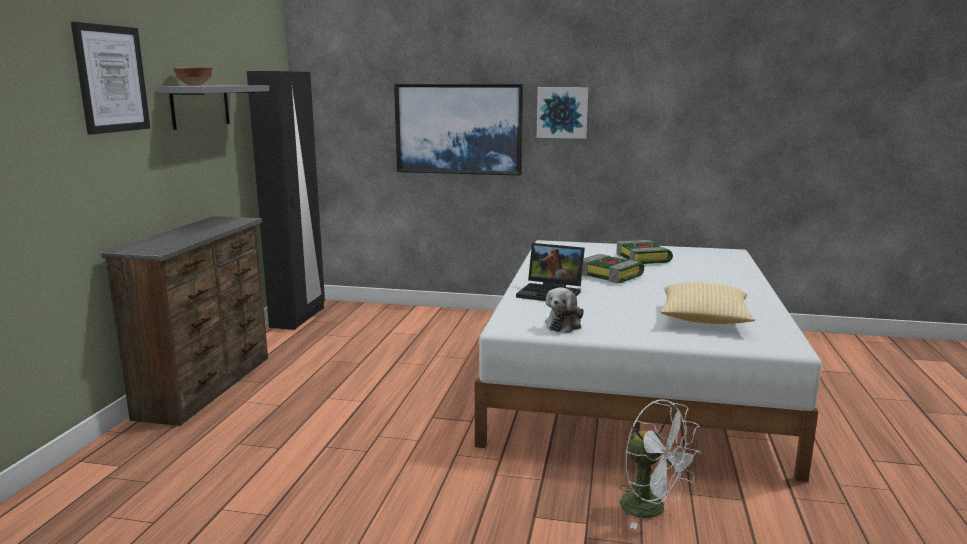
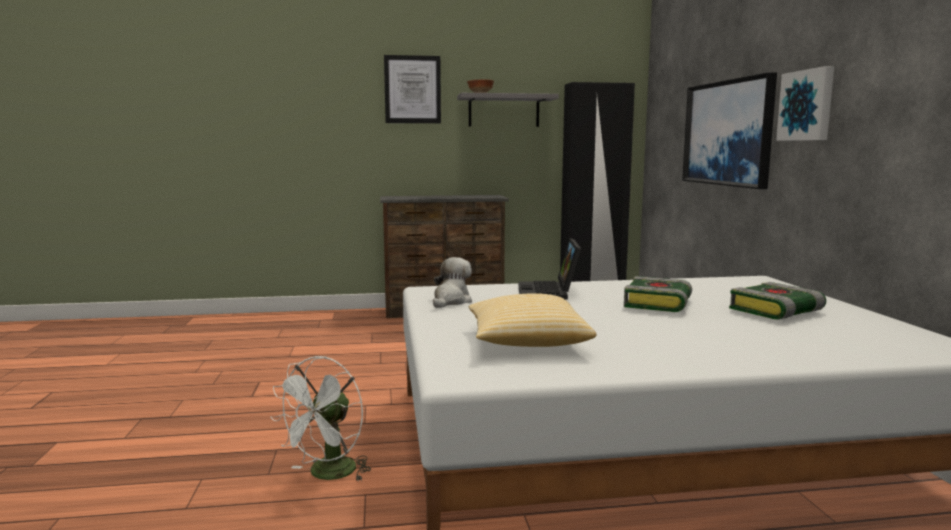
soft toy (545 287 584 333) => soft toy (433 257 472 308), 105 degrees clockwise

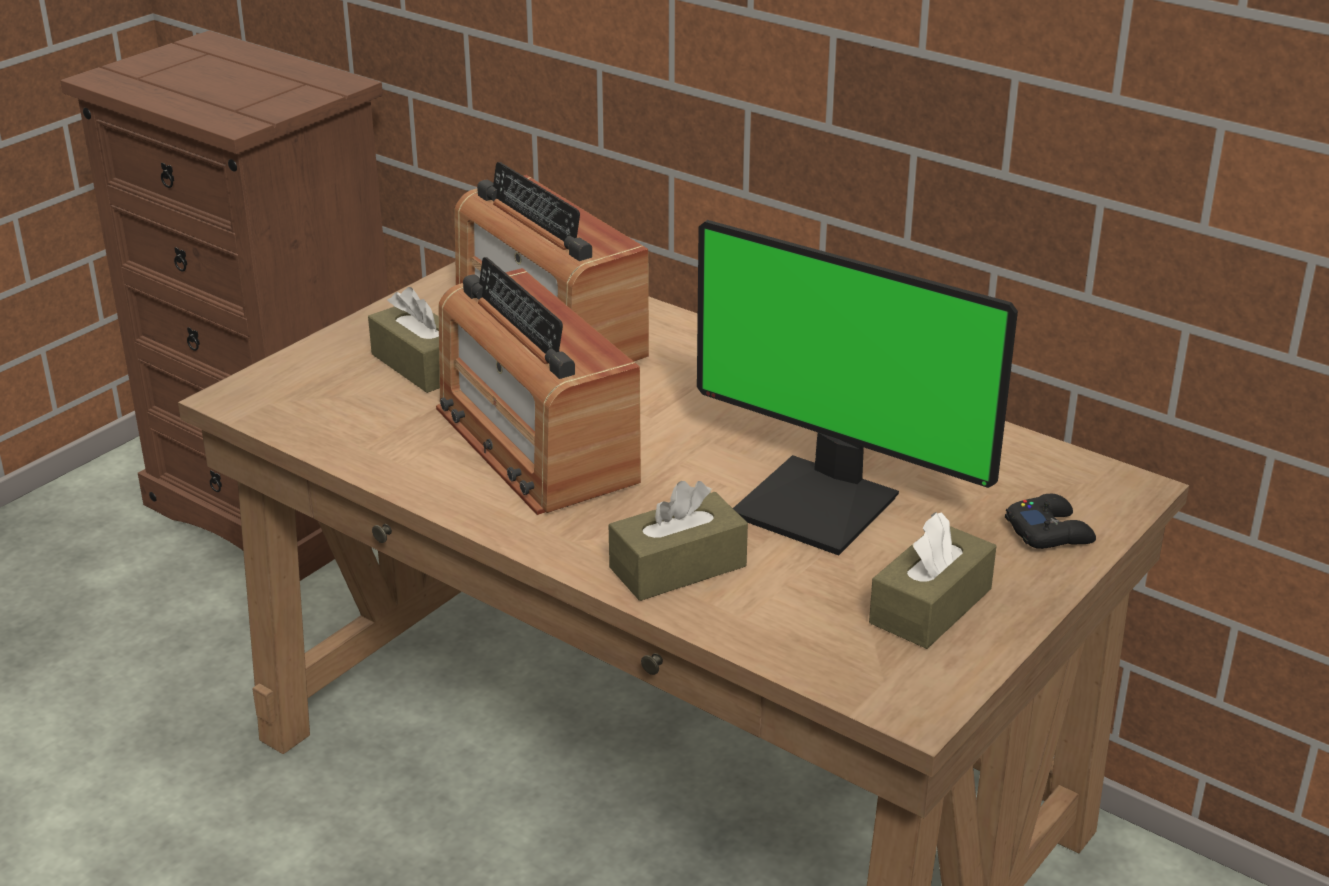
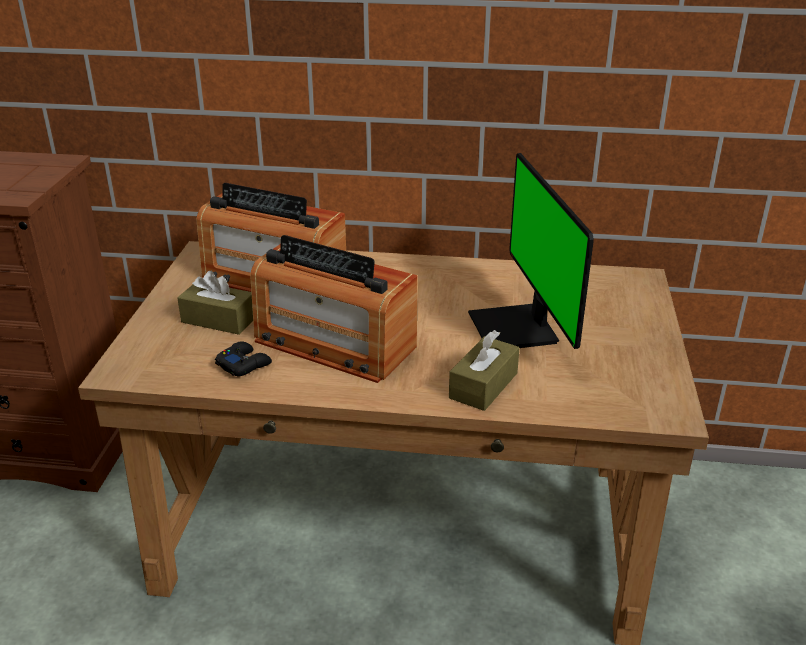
computer screen (697 220 1018 556) => computer screen (468 153 594 349), 75 degrees clockwise
game controller (blackish) (1005 494 1096 549) => game controller (blackish) (215 341 272 376), shifted
tissue holder (brownish) (869 512 996 649) => nothing

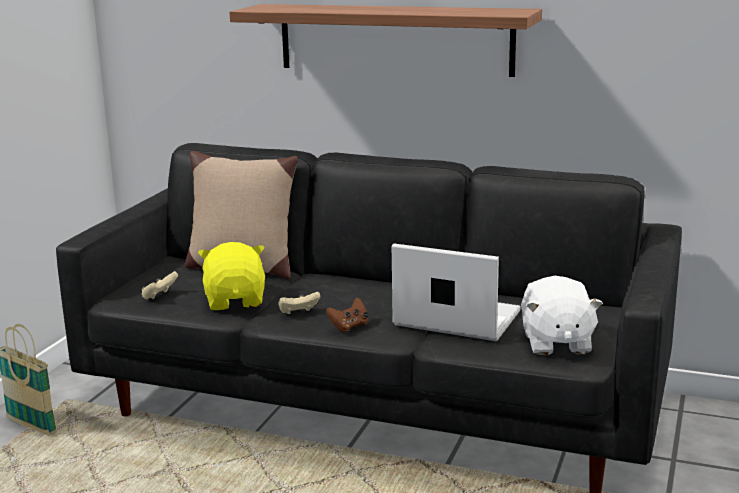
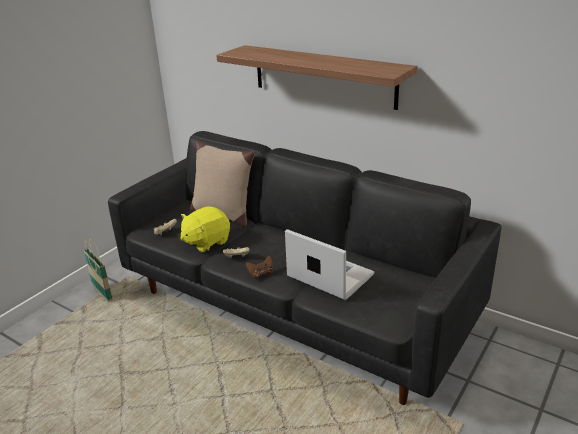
soft toy (yellowish) (198 242 265 310) => soft toy (yellowish) (180 207 230 253), 135 degrees counterclockwise
soft toy (whitish) (521 276 603 355) => nothing

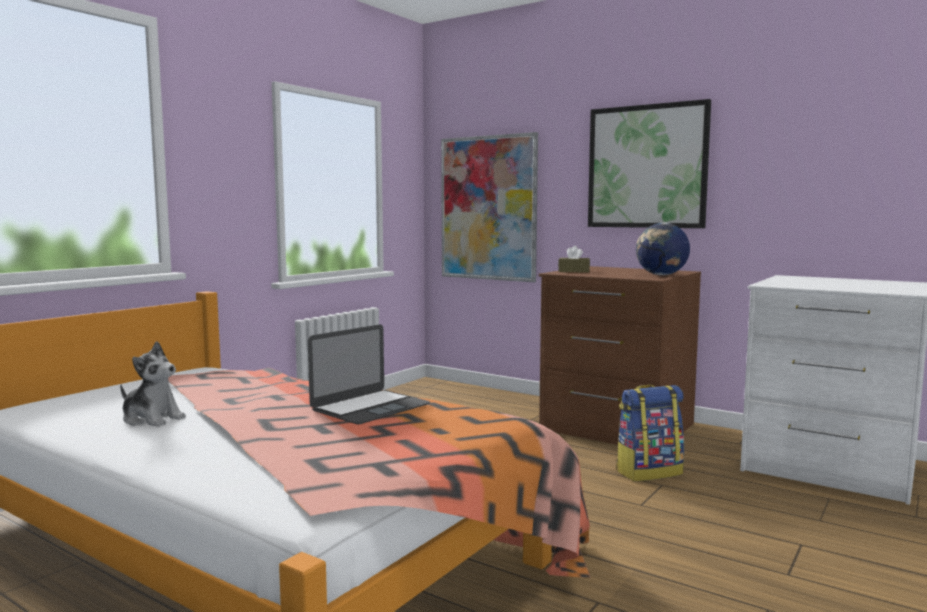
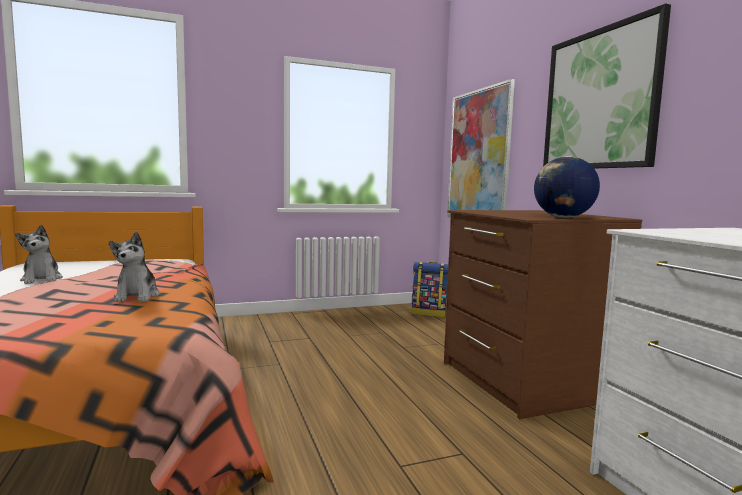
tissue holder (brownish) (558 246 590 273) => nothing
portable computer (308 324 430 424) => soft toy (109 232 160 302)
backpack (616 385 684 481) => backpack (412 262 449 317), shifted

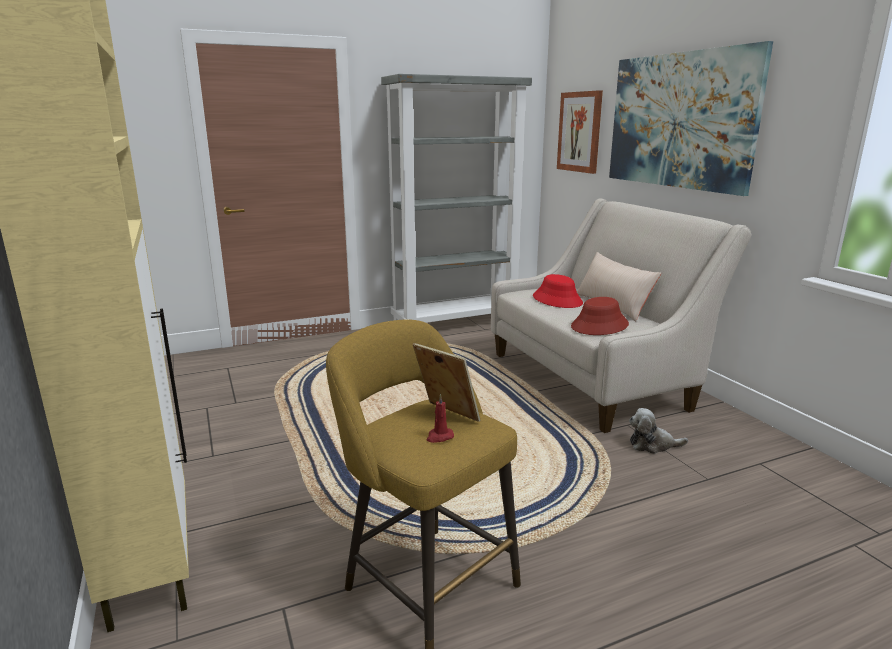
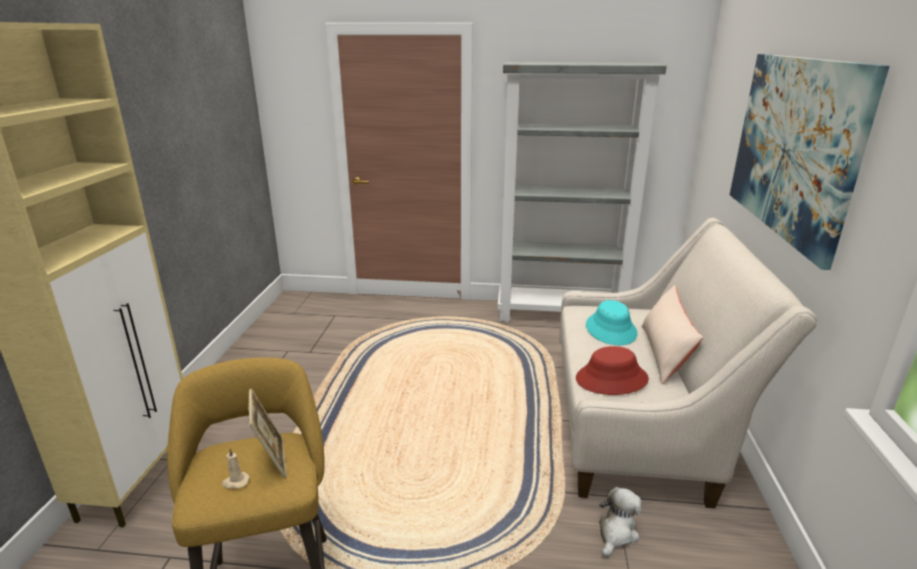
wall art (557 90 603 174) => nothing
wearable hat (red) (533 274 583 308) => wearable hat (turquoise) (586 300 638 345)
candle (red) (426 394 454 443) => candle (beige-coloured) (222 448 250 489)
soft toy (629 408 688 454) => soft toy (599 487 642 557), 90 degrees clockwise

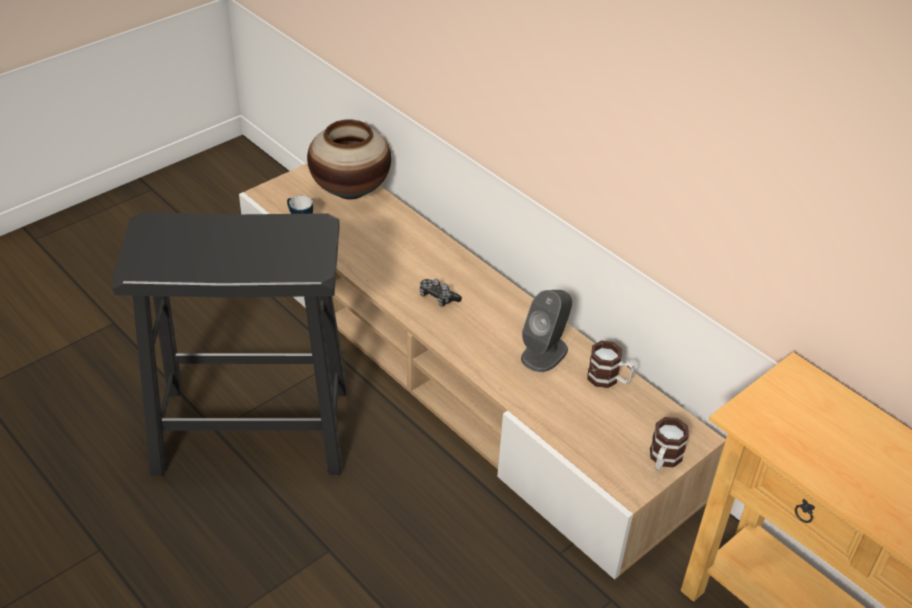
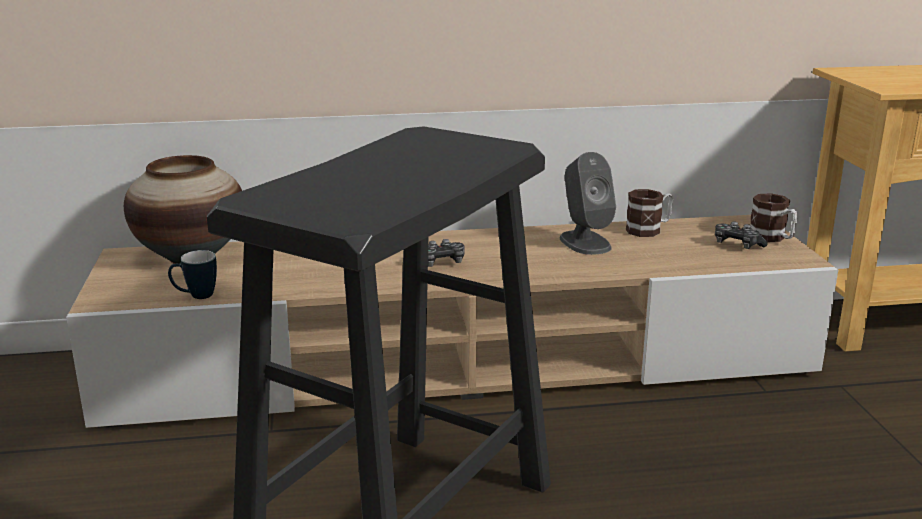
nothing => game controller (715 221 767 249)

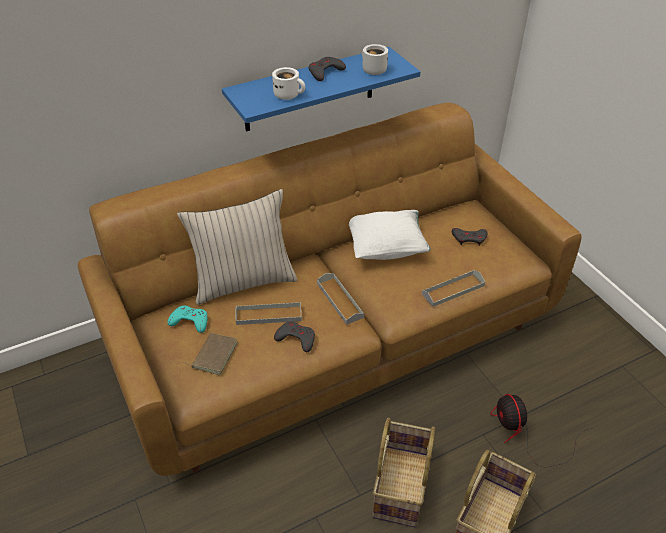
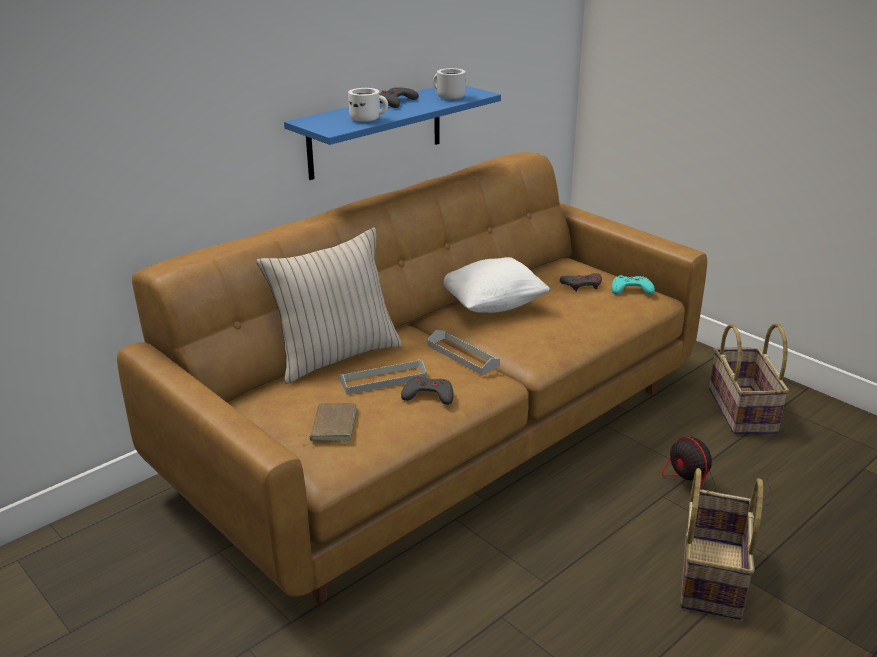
serving tray (gray) (422 270 485 307) => nothing
game controller (turquoise) (167 305 208 333) => game controller (turquoise) (611 275 655 295), shifted
basket (372 418 435 527) => basket (709 323 789 434), shifted

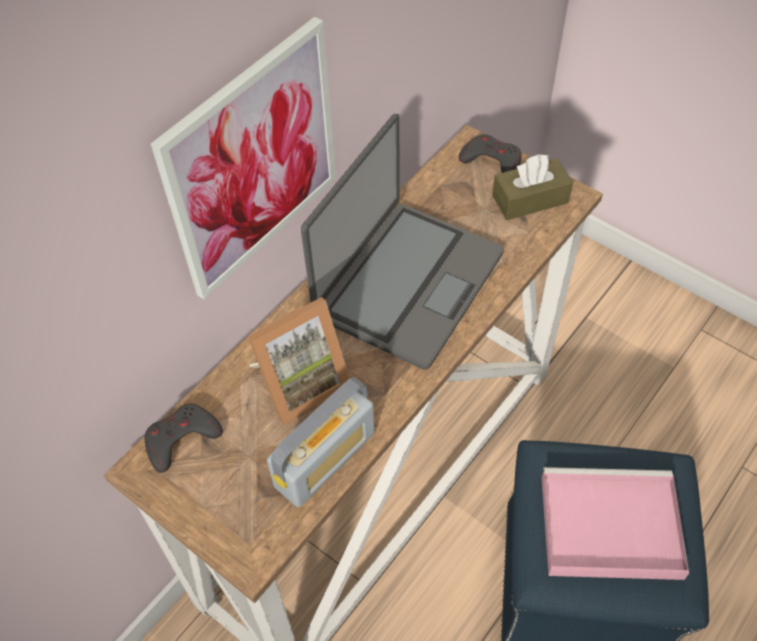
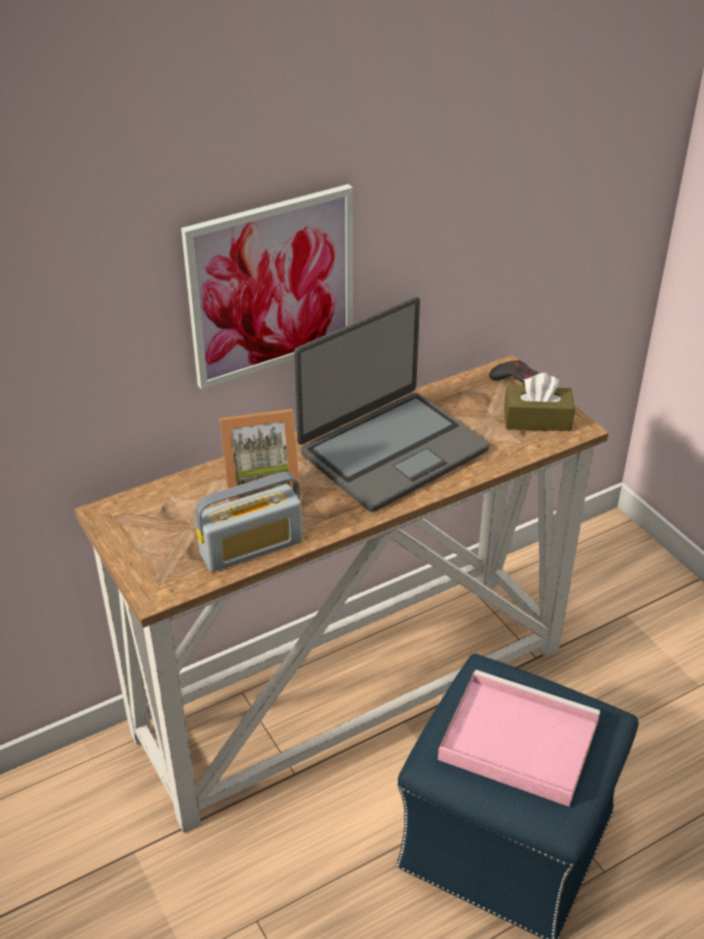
game controller (gray) (144 404 223 473) => nothing

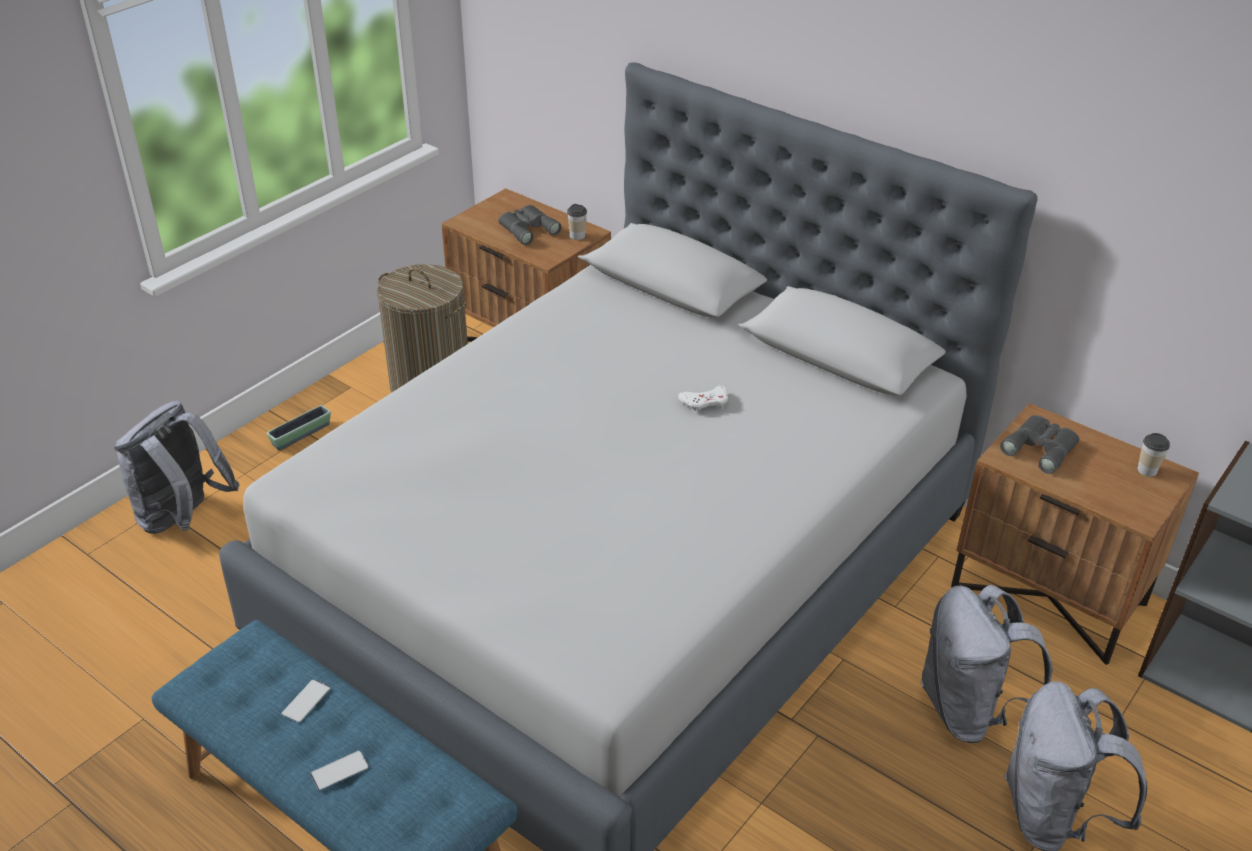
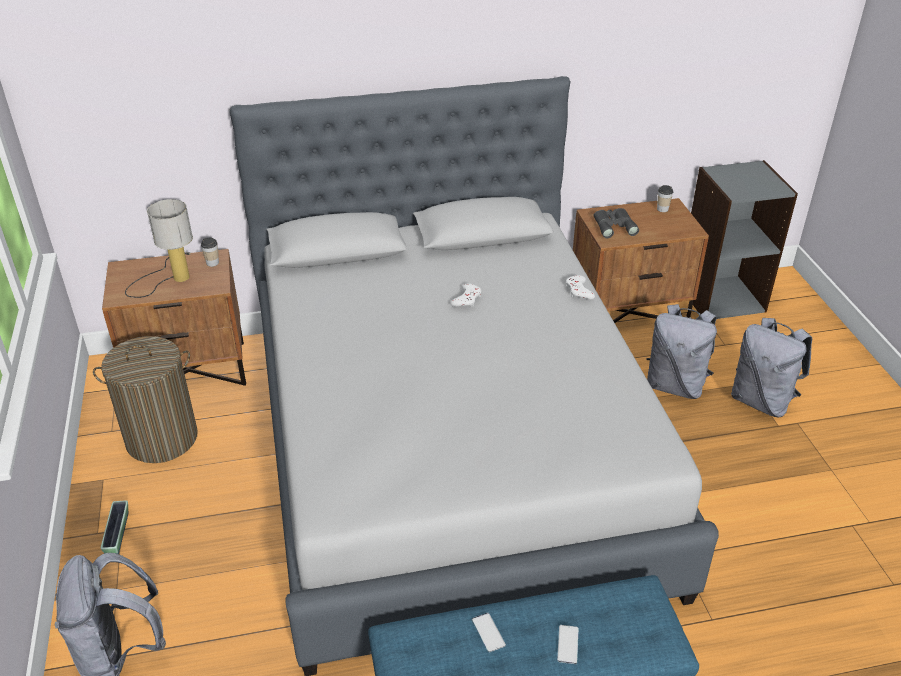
binoculars (gray) (499 205 562 245) => table lamp (125 199 193 298)
nothing => game controller (whitish) (566 275 595 299)

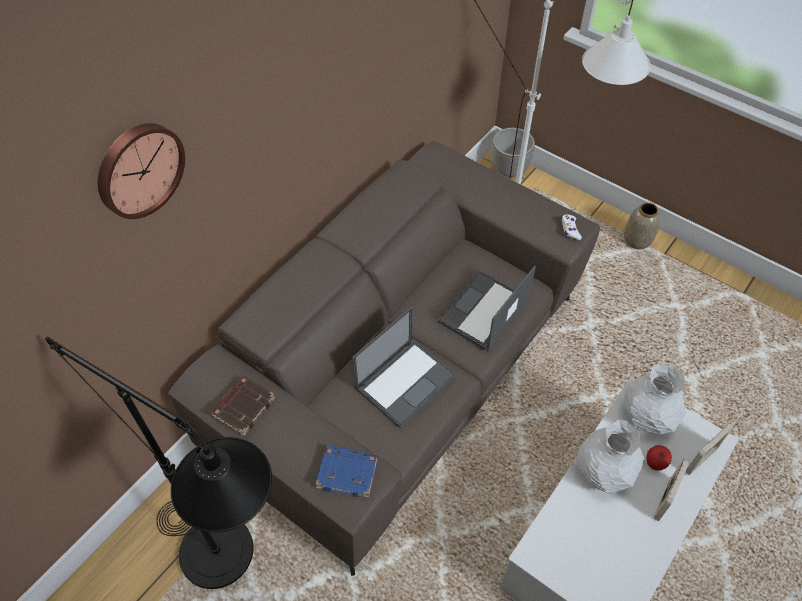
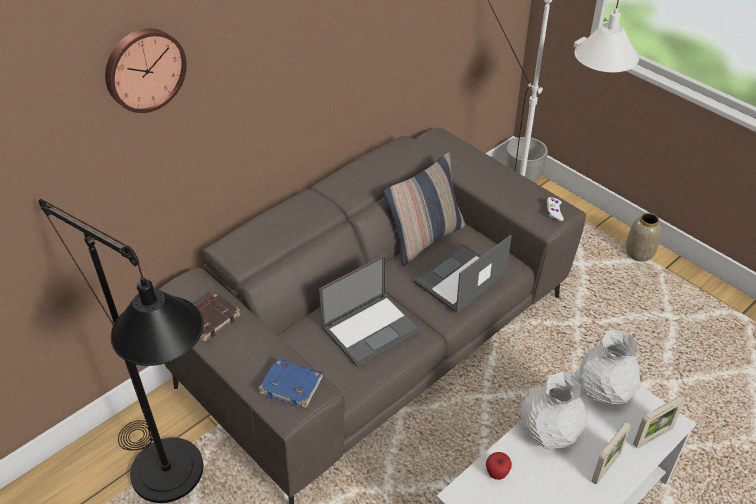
apple fruit (646 445 672 470) => apple fruit (486 452 512 480), shifted
nothing => cushion (384 152 465 266)

